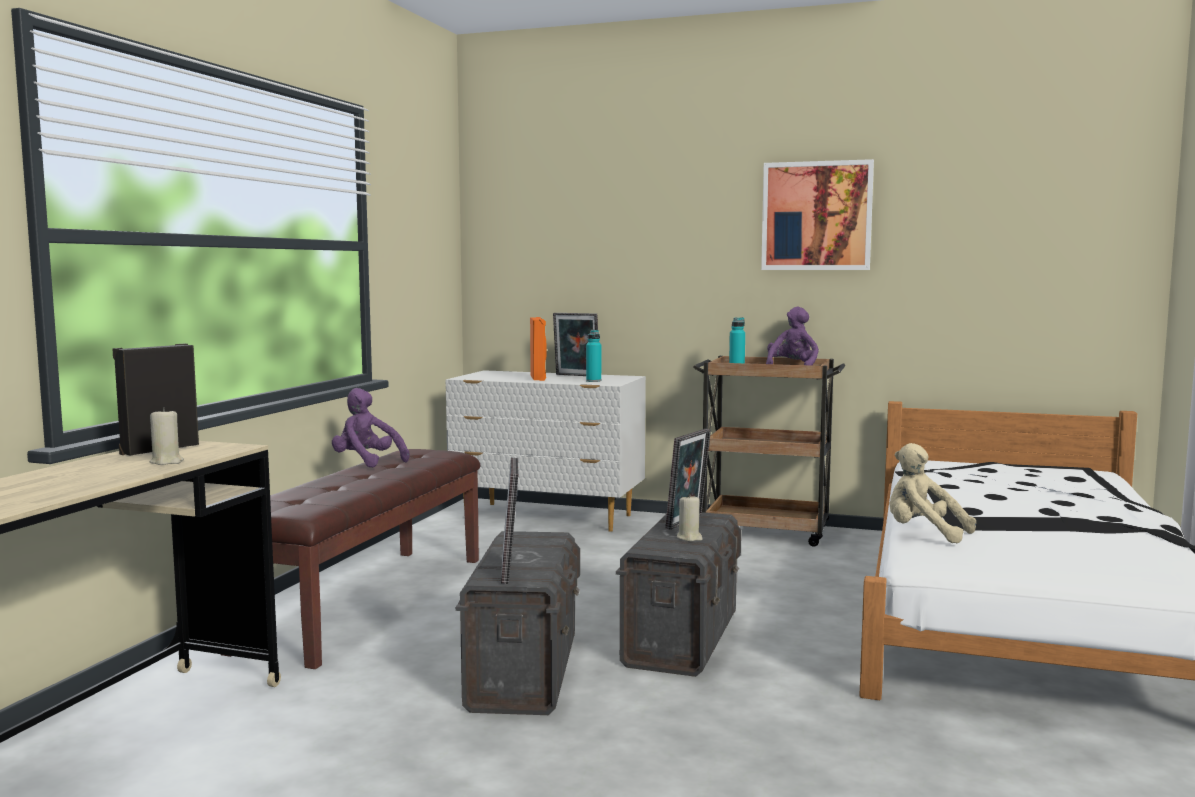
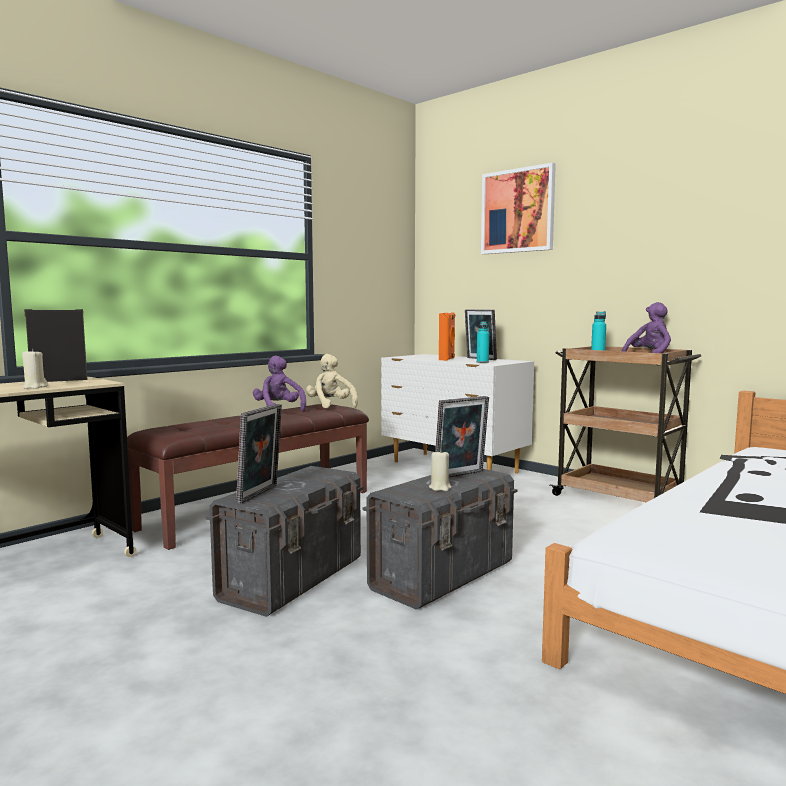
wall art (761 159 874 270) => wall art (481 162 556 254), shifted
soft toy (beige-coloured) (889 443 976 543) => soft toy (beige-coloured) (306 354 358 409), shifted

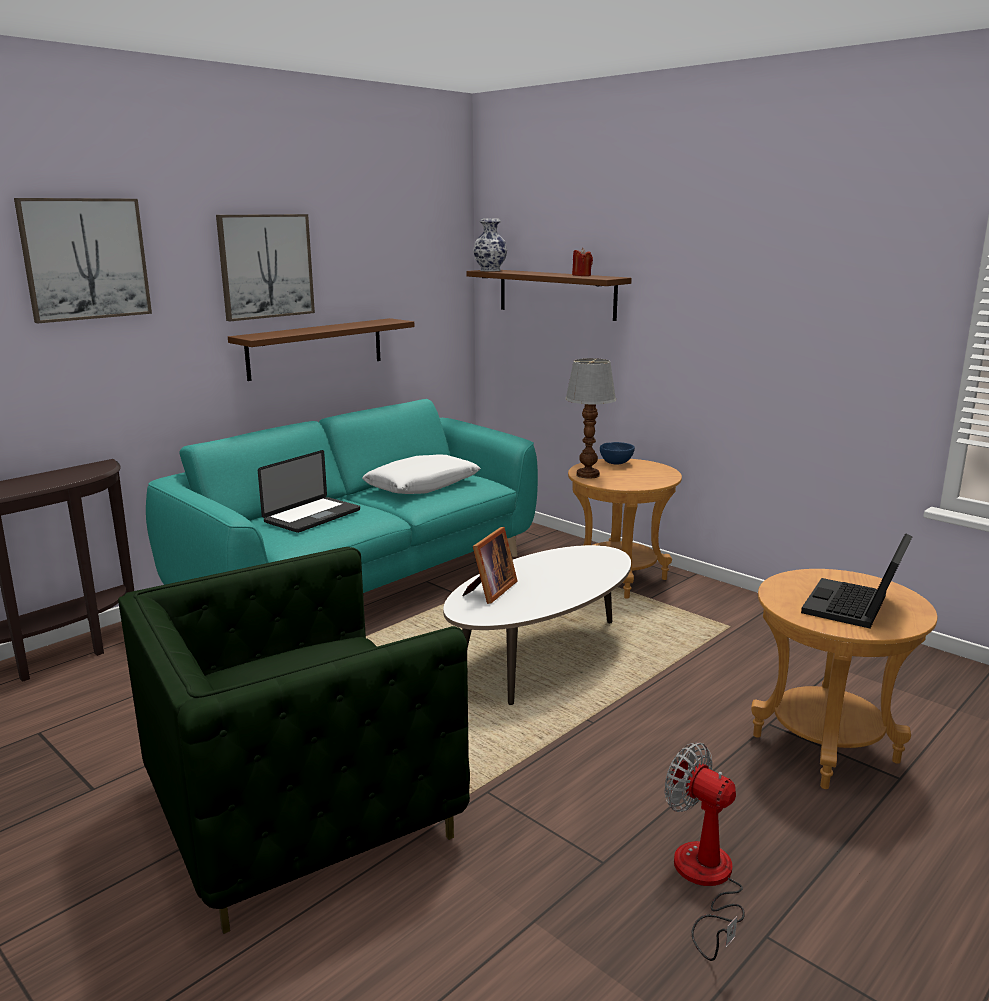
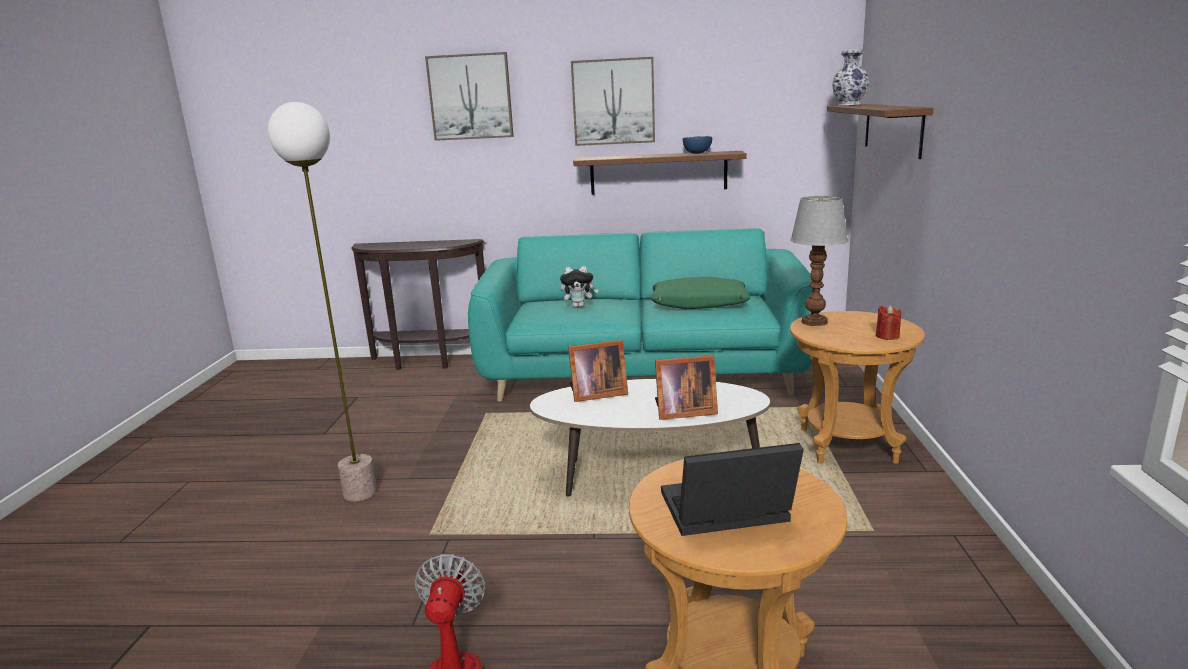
candle (red) (572 248 593 276) => candle (red) (876 305 901 340), shifted
deep dish (bluish) (600 442 635 464) => deep dish (bluish) (683 136 712 154), shifted
portable computer (258 450 360 533) => soft toy (560 266 599 308)
cushion (whitish) (362 455 481 494) => cushion (green) (651 277 750 310)
easy chair (green) (118 547 470 934) => standard lamp (268 102 377 502)
nothing => picture frame (655 355 718 420)

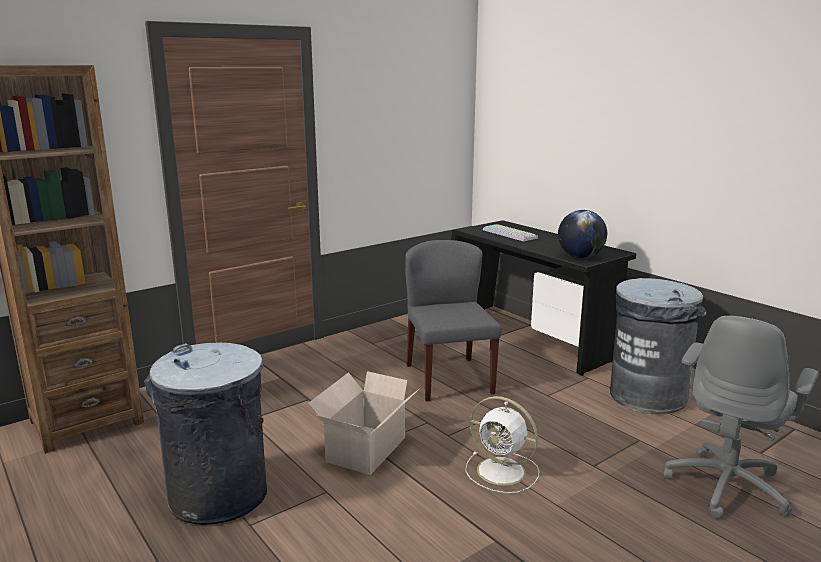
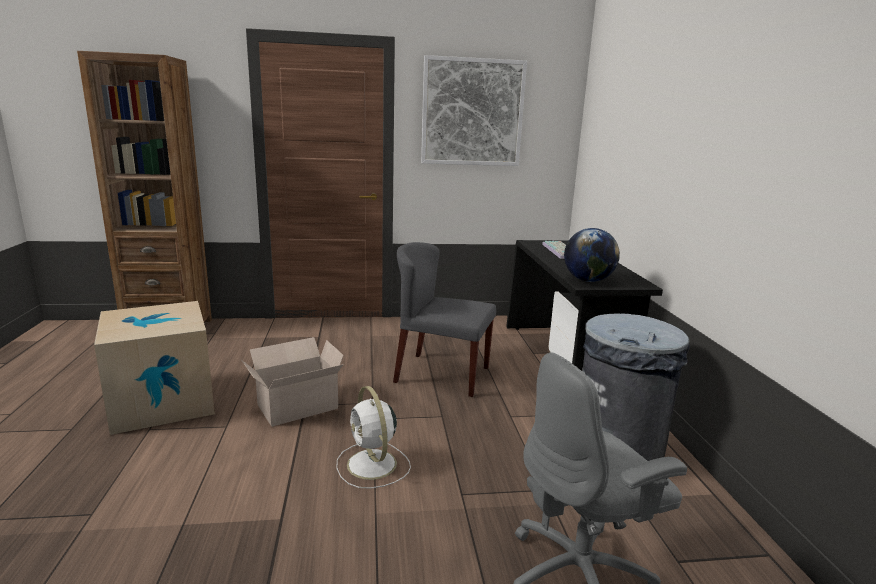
chair (gray) (405 240 502 402) => chair (gray) (393 242 496 397), 90 degrees counterclockwise
waste bin (gray) (144 343 267 525) => packing box (94 301 215 435)
nothing => wall art (421 55 527 166)

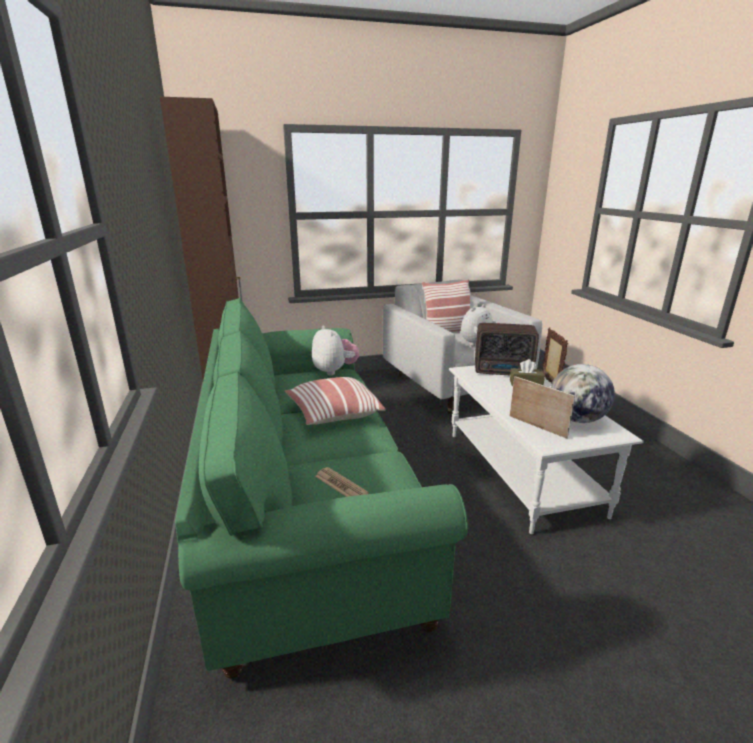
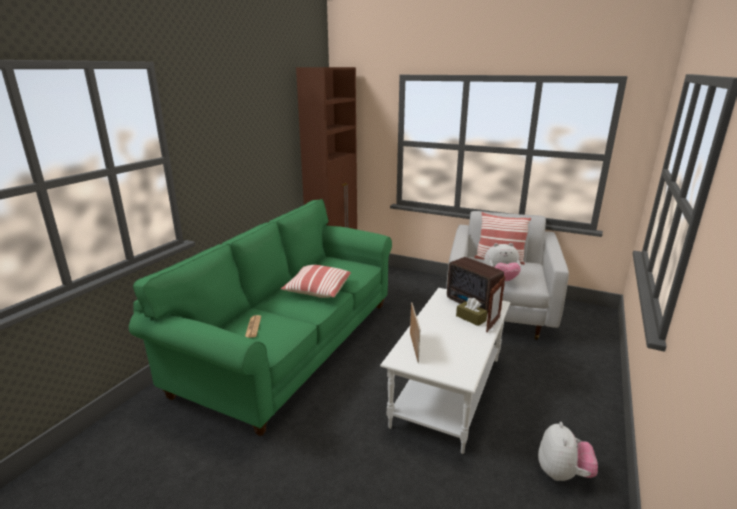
soft toy (312 325 359 375) => soft toy (538 422 598 481), shifted
world globe (551 364 615 423) => nothing

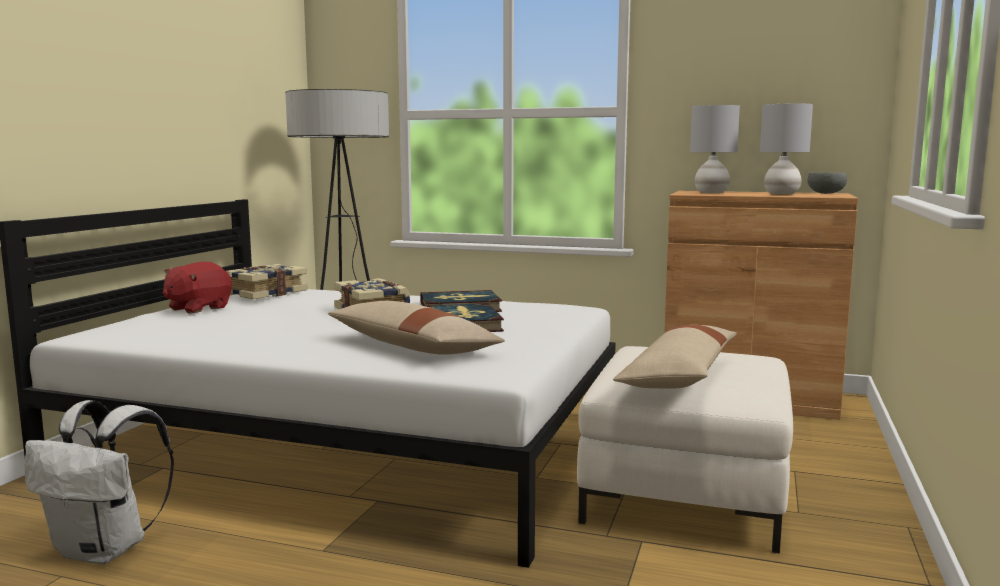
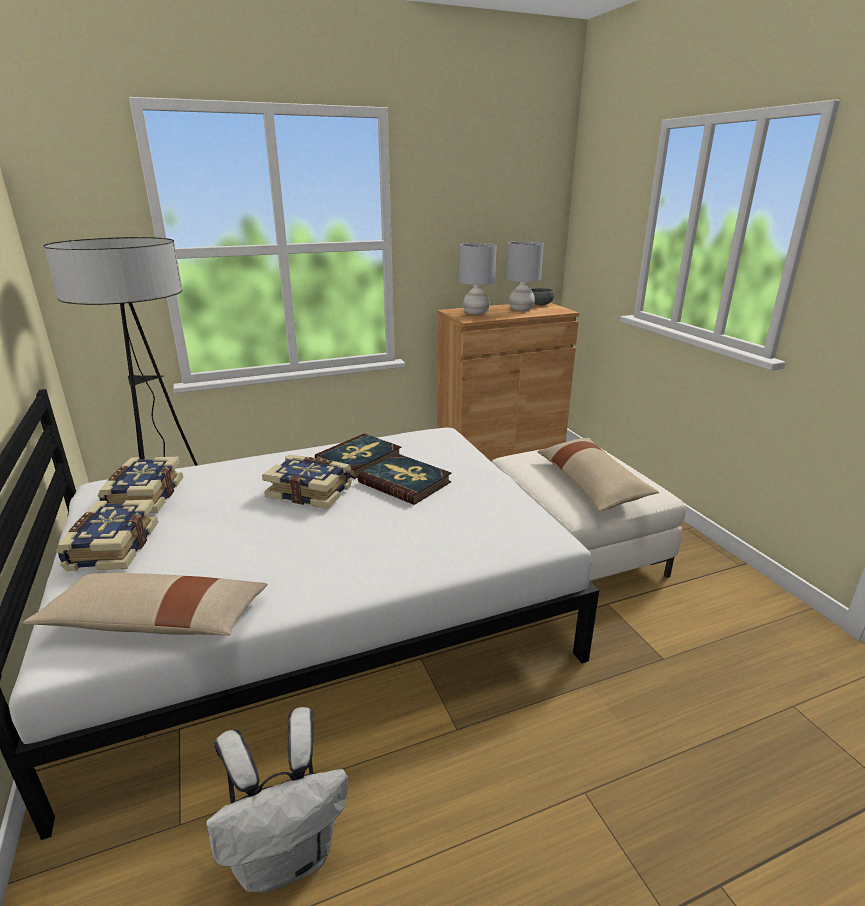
soft toy (red) (163 262 232 314) => volume (56 499 158 571)
cushion (beige-coloured) (328 301 505 355) => cushion (beige-coloured) (23 573 268 636), shifted

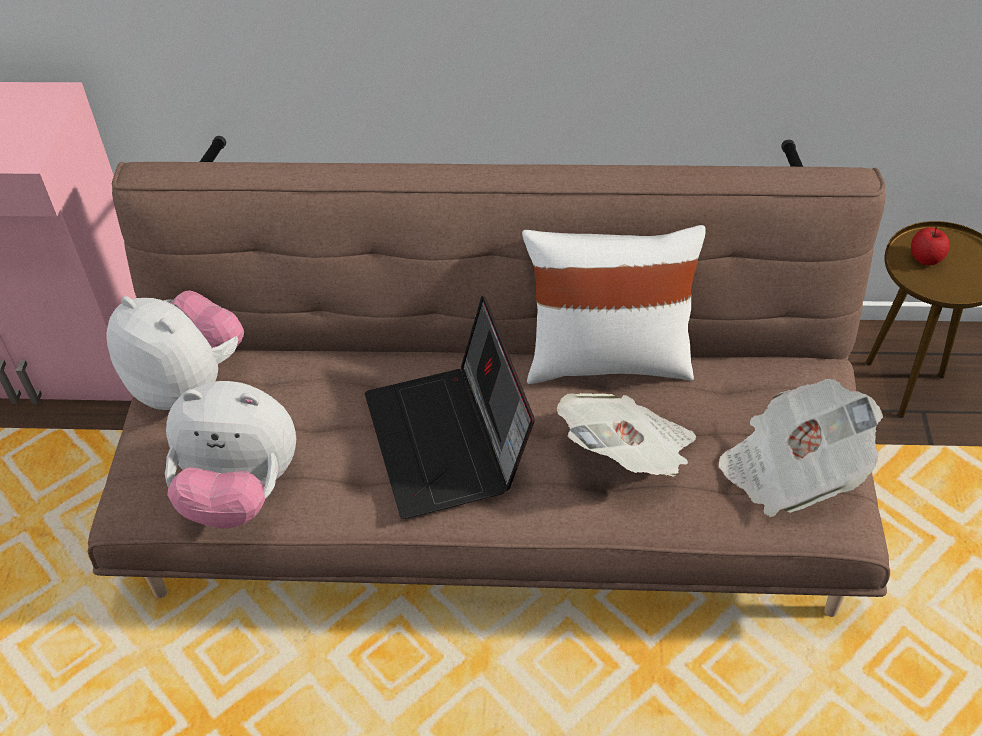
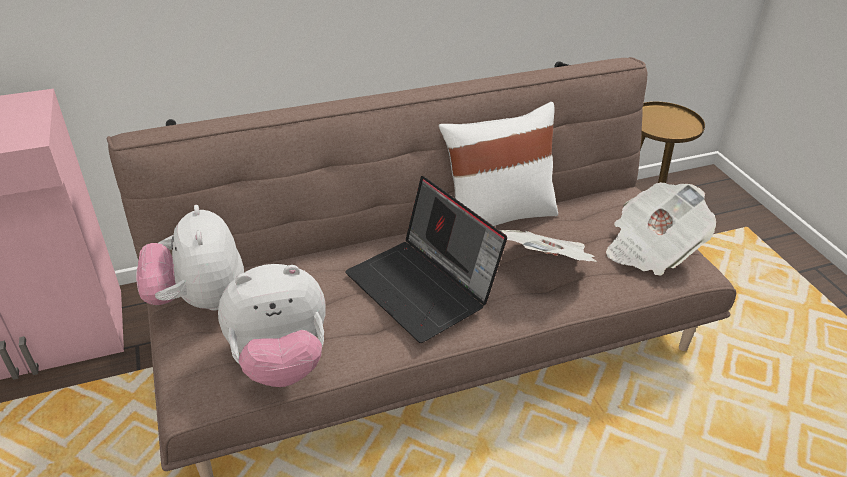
apple fruit (911 227 949 265) => nothing
soft toy (106 290 244 410) => soft toy (136 205 244 311), 120 degrees counterclockwise

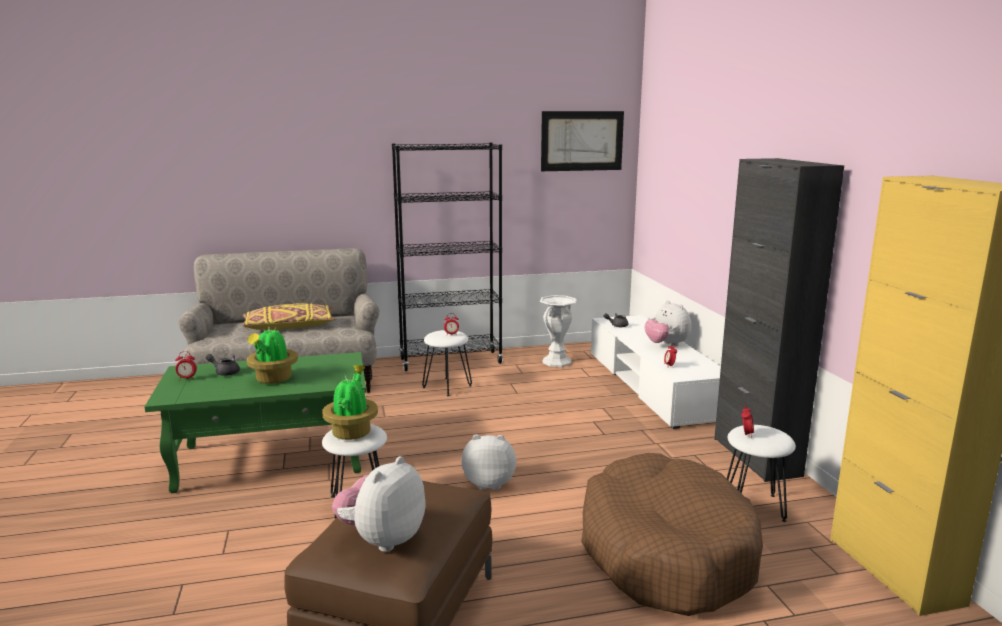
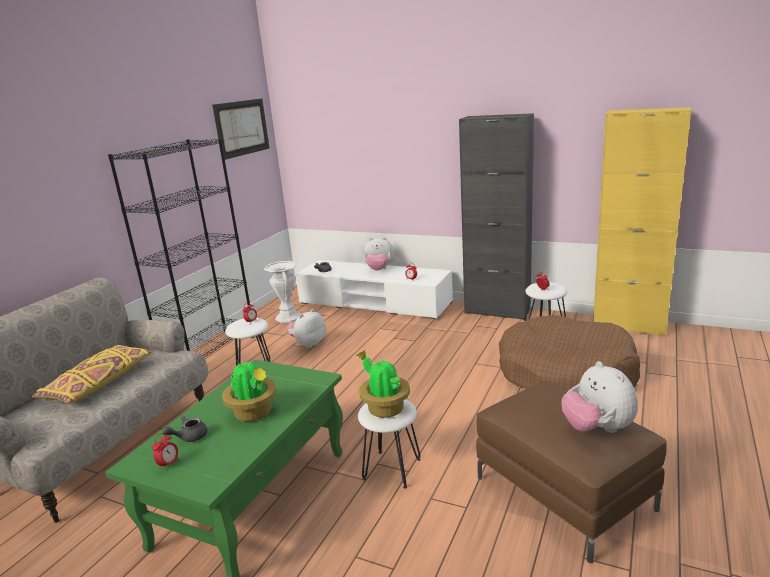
soft toy (461 434 516 490) => soft toy (286 309 325 348), shifted

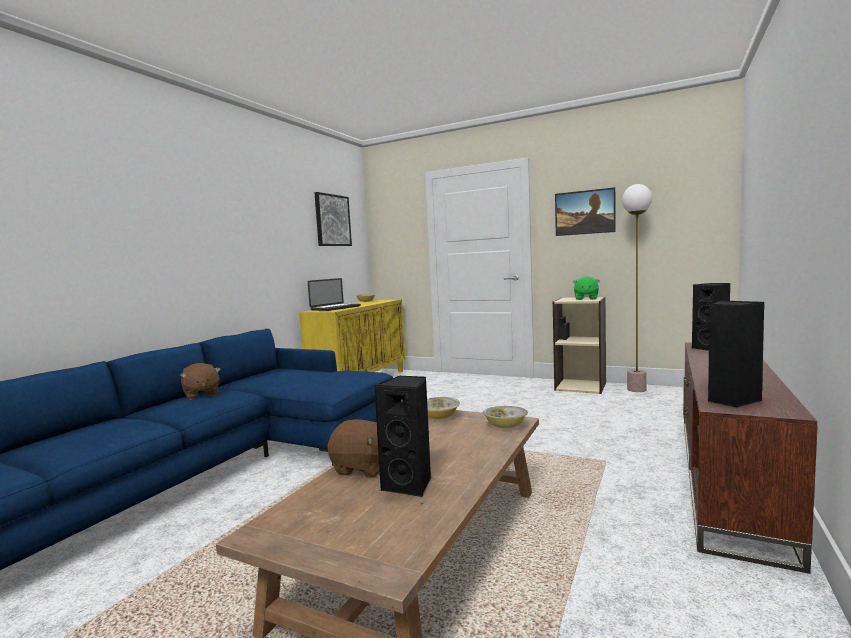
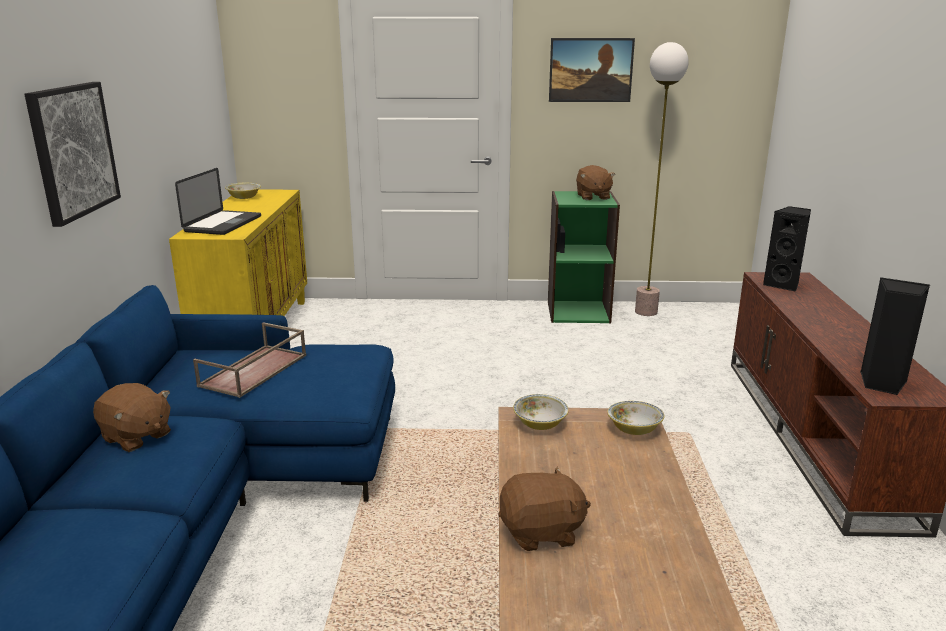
wall art (314 192 352 246) => wall art (24 82 121 227), shifted
soft toy (green) (573 276 600 300) => soft toy (brownish) (576 165 616 200)
bookcase (beige-coloured) (553 297 606 394) => bookcase (green) (548 191 620 323)
audio speaker (blackish) (374 376 431 497) => nothing
nothing => serving tray (brownish) (193 322 306 398)

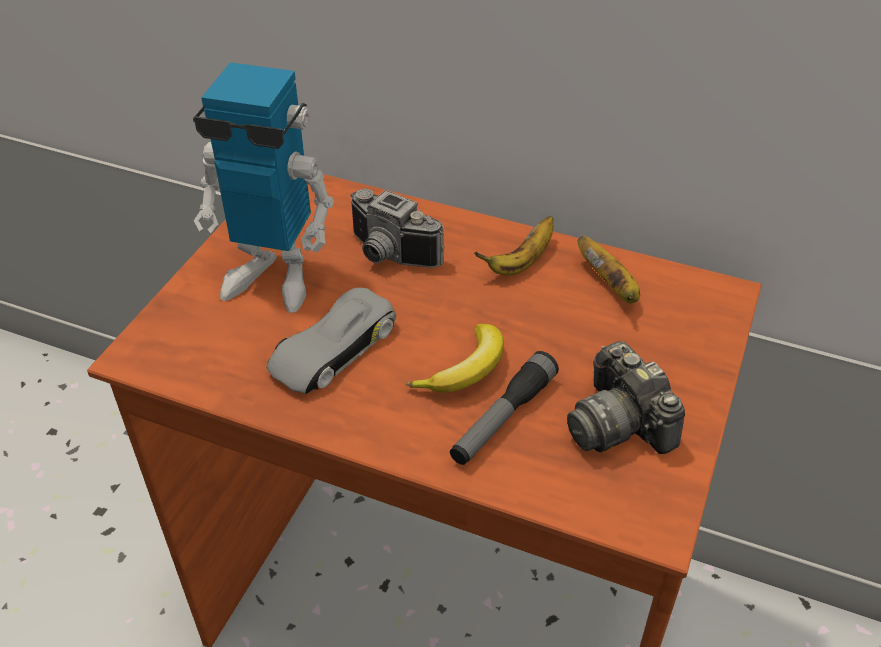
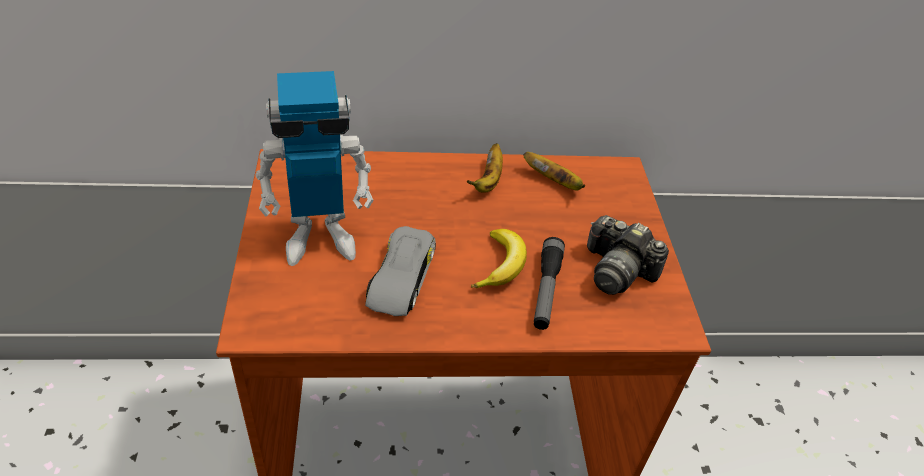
still camera (350 188 444 268) => nothing

